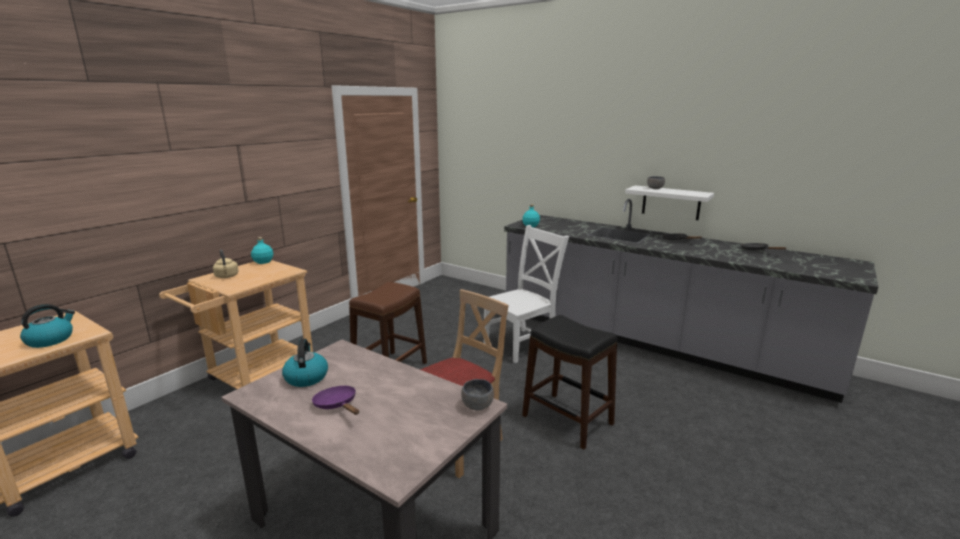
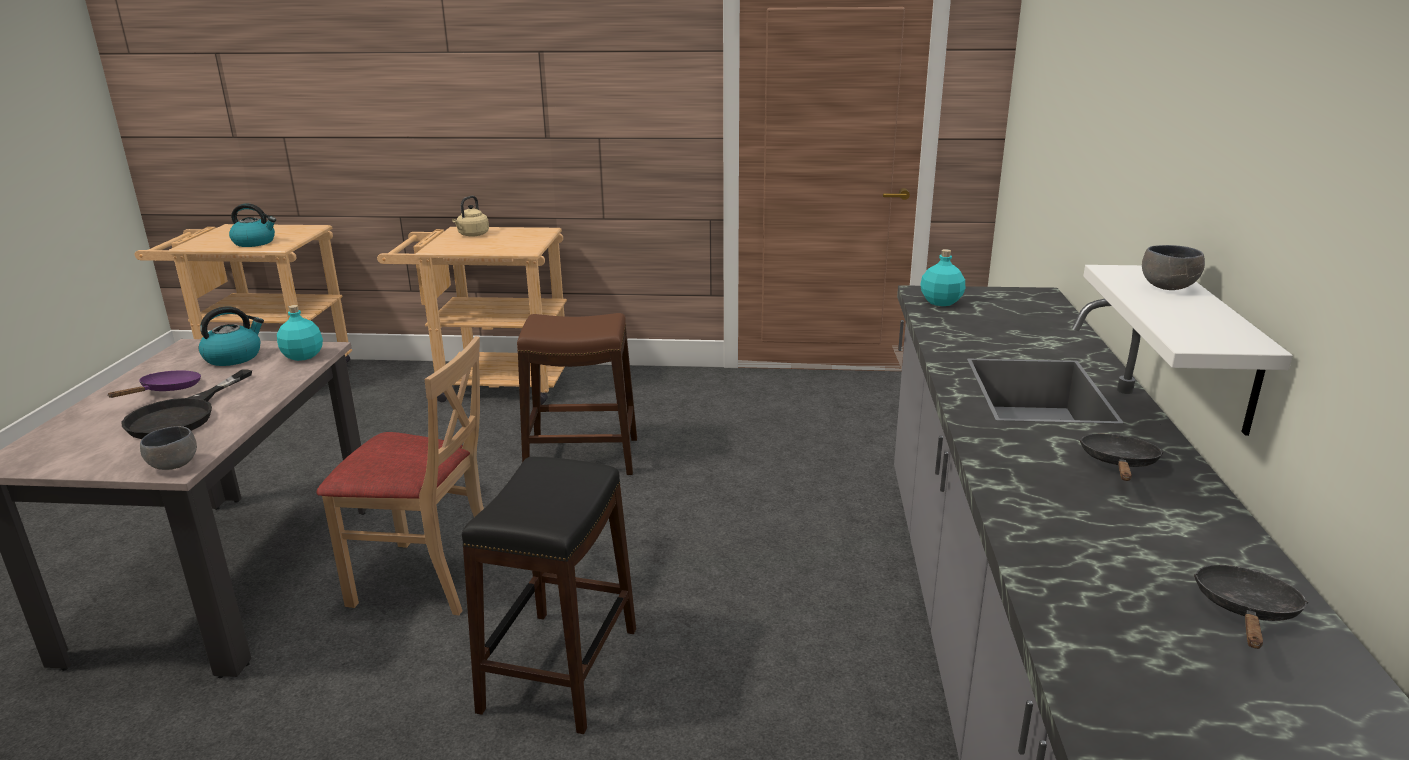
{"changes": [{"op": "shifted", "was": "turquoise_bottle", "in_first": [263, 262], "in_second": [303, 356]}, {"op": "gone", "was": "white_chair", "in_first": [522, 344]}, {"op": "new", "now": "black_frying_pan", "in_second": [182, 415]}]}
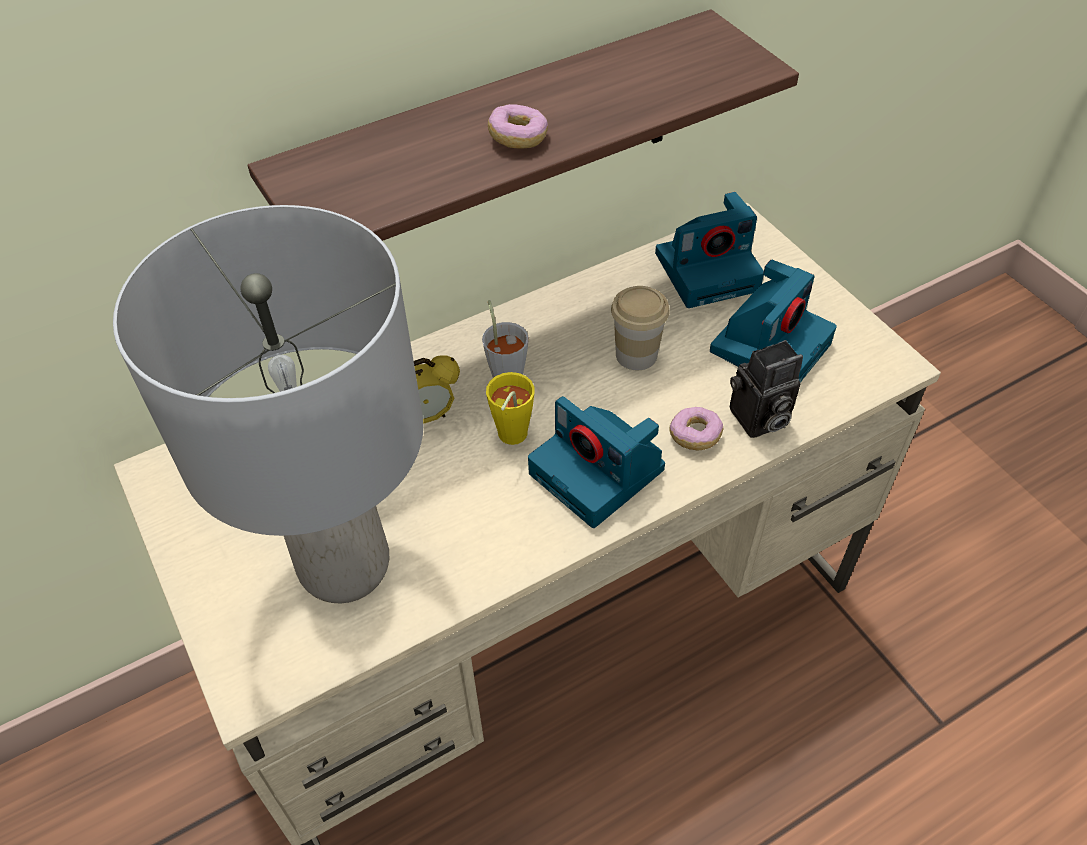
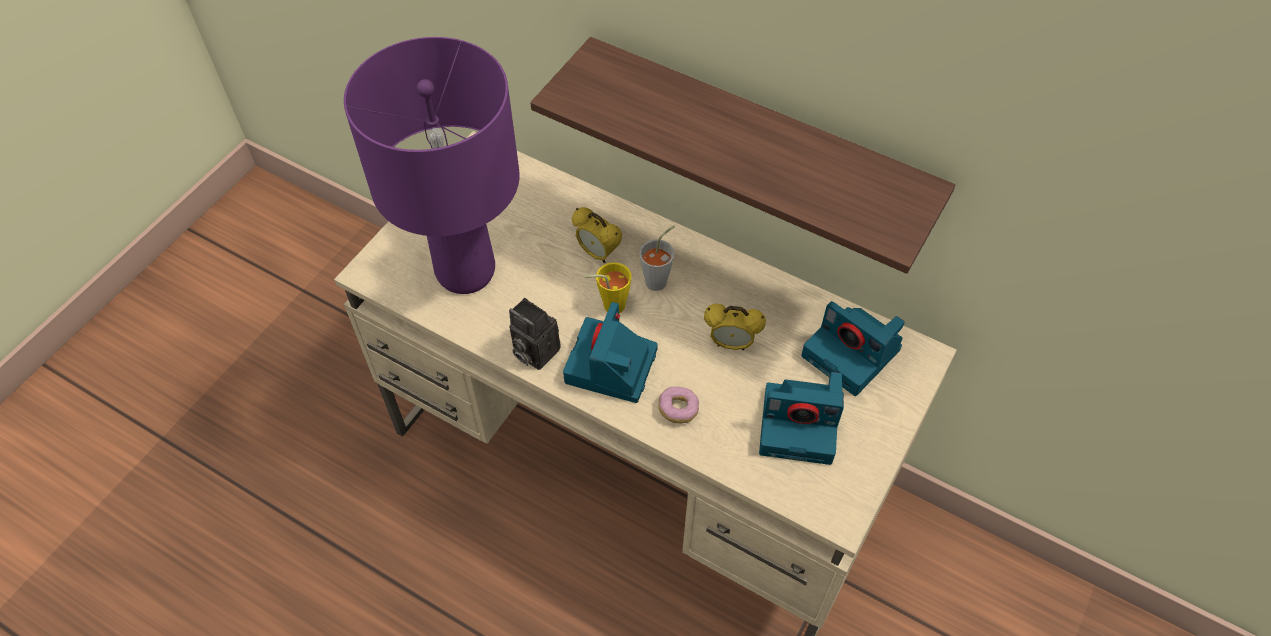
{"changes": [{"op": "repainted", "was": "grey_table_lamp", "now": "purple_table_lamp", "in_first": [345, 564], "in_second": [467, 271]}, {"op": "gone", "was": "donut", "in_first": [518, 138]}, {"op": "swapped", "was": "cup", "now": "alarm_clock", "in_first": [636, 355], "in_second": [731, 344]}, {"op": "shifted", "was": "photo_camera", "in_first": [758, 420], "in_second": [533, 351]}]}
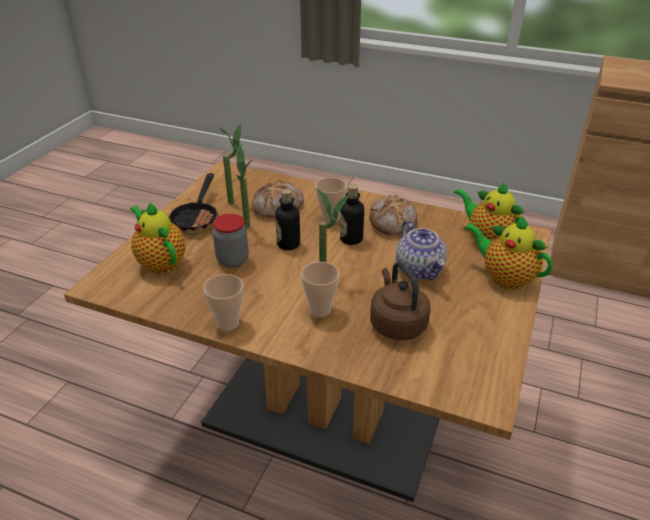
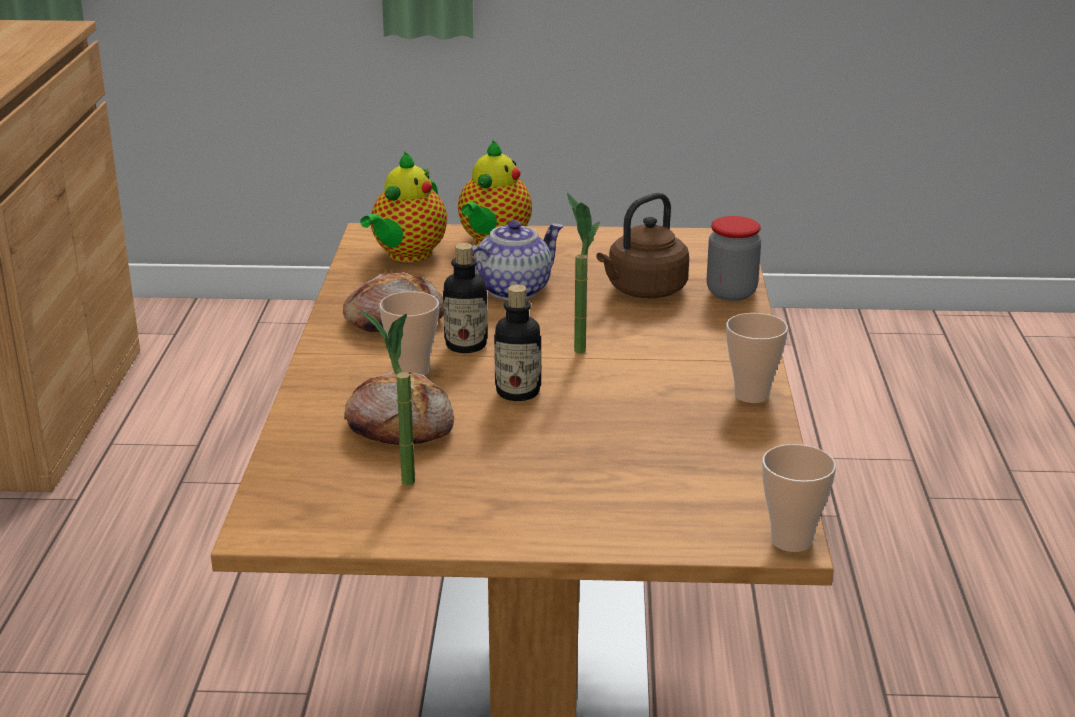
{"changes": [{"op": "gone", "was": "teapot", "in_first": [161, 262]}, {"op": "gone", "was": "frying_pan", "in_first": [197, 219]}, {"op": "shifted", "was": "jar", "in_first": [232, 260], "in_second": [731, 293]}, {"op": "gone", "was": "potted_plant", "in_first": [249, 230]}, {"op": "shifted", "was": "cup", "in_first": [320, 310], "in_second": [791, 541]}]}
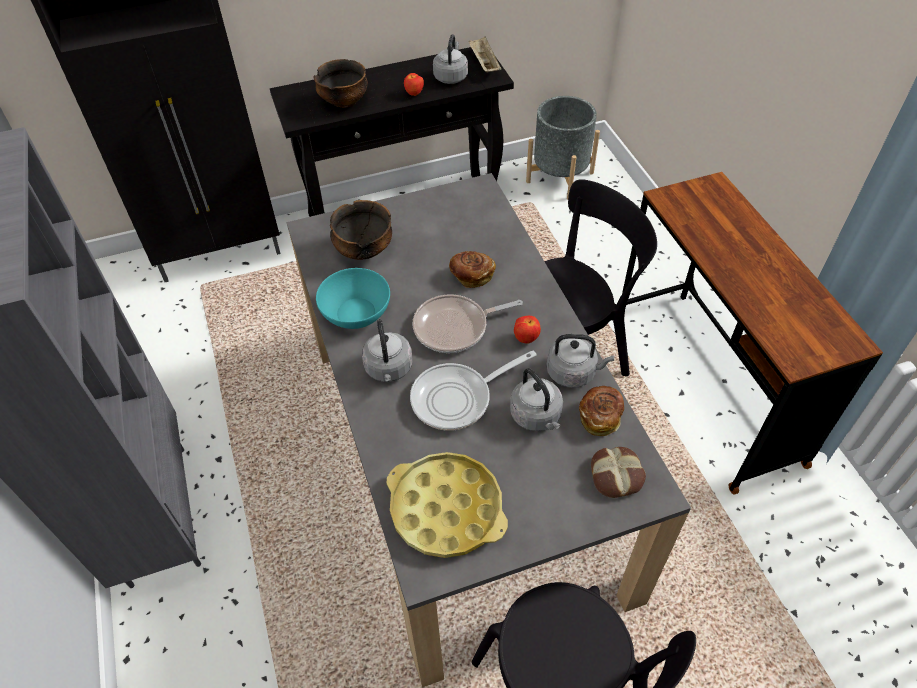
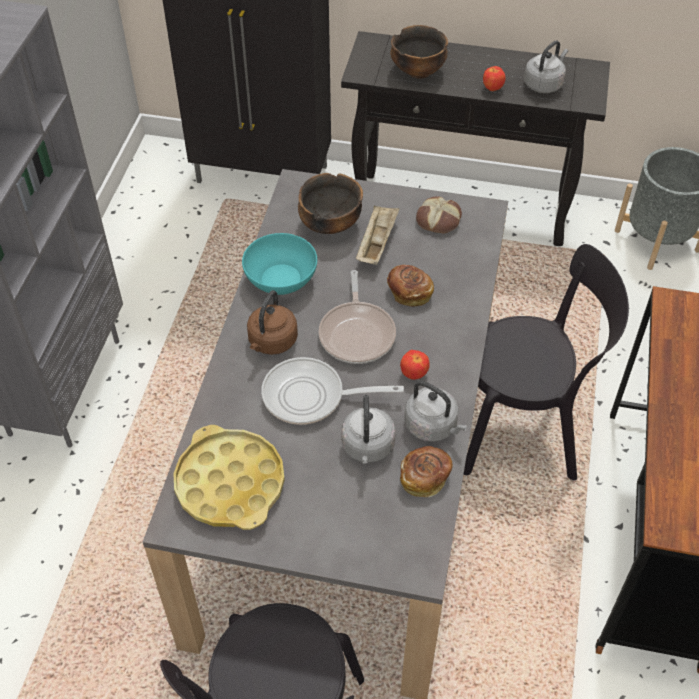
{"changes": [{"op": "repainted", "was": "grey_kettle", "now": "brown_kettle", "in_first": [389, 369], "in_second": [271, 342]}, {"op": "rotated", "was": "frying_pan", "in_first": [455, 327], "in_second": [357, 333], "clockwise": -105}, {"op": "shifted", "was": "beige_tray", "in_first": [484, 64], "in_second": [376, 243]}, {"op": "shifted", "was": "bread", "in_first": [617, 475], "in_second": [439, 220]}]}
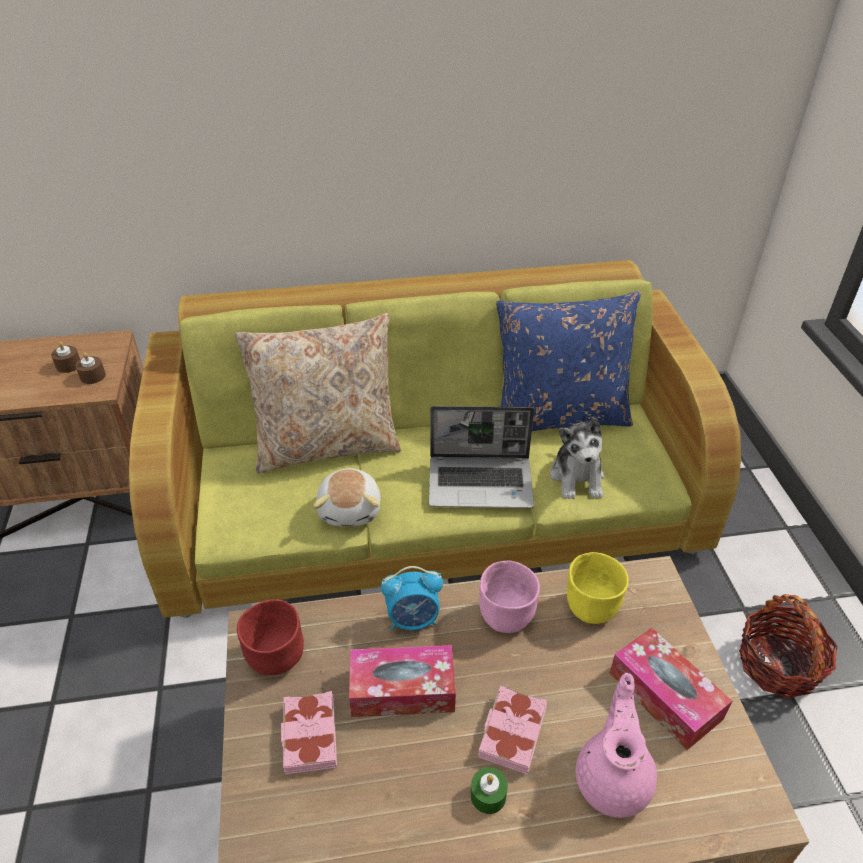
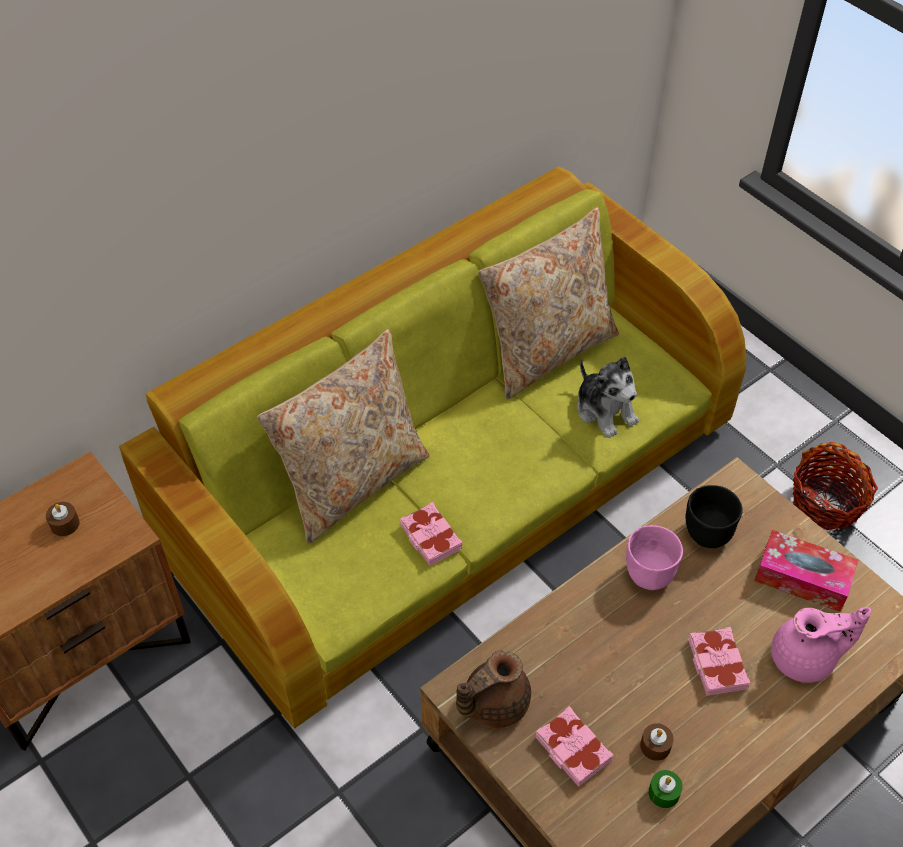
{"changes": [{"op": "shifted", "was": "brown_candle", "in_first": [93, 376], "in_second": [655, 746]}, {"op": "swapped", "was": "red_bowl", "now": "brown_teapot", "in_first": [275, 656], "in_second": [493, 703]}, {"op": "swapped", "was": "plush_toy", "now": "pink_book", "in_first": [351, 509], "in_second": [430, 538]}, {"op": "gone", "was": "tissue_box", "in_first": [402, 690]}, {"op": "gone", "was": "alarm_clock", "in_first": [413, 619]}, {"op": "gone", "was": "laptop", "in_first": [481, 482]}, {"op": "shifted", "was": "green_candle", "in_first": [488, 795], "in_second": [663, 793]}, {"op": "repainted", "was": "blue_pillow", "now": "beige_pillow", "in_first": [559, 416], "in_second": [547, 350]}, {"op": "repainted", "was": "yellow_bowl", "now": "black_bowl", "in_first": [590, 607], "in_second": [706, 533]}, {"op": "rotated", "was": "pink_teapot", "in_first": [613, 778], "in_second": [805, 658], "clockwise": 105}]}
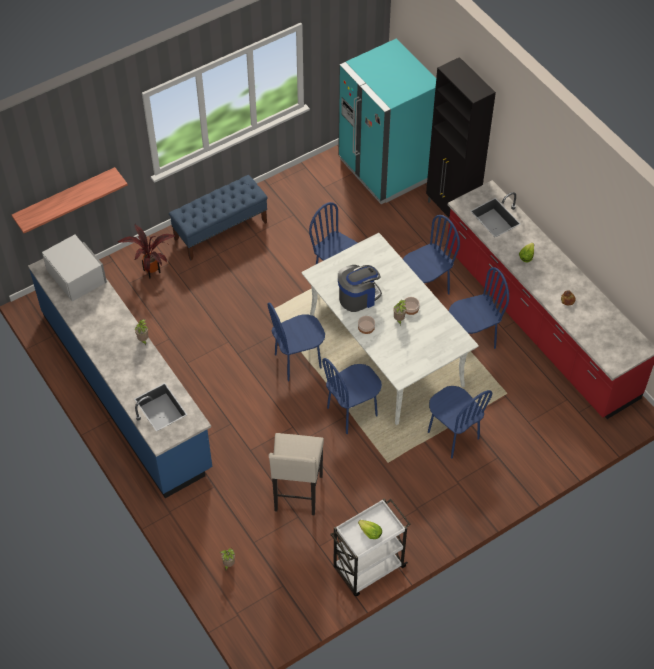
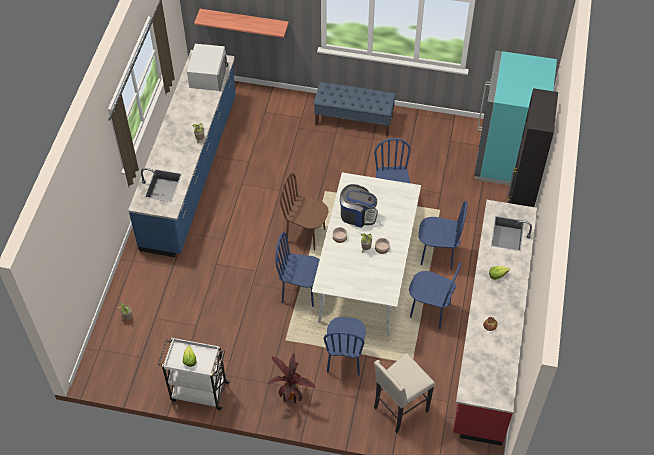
{"changes": [{"op": "shifted", "was": "potted_plant", "in_first": [152, 270], "in_second": [292, 395]}, {"op": "repainted", "was": "blue_chair", "now": "brown_chair", "in_first": [298, 361], "in_second": [305, 235]}, {"op": "shifted", "was": "beige_stool", "in_first": [297, 494], "in_second": [399, 410]}]}
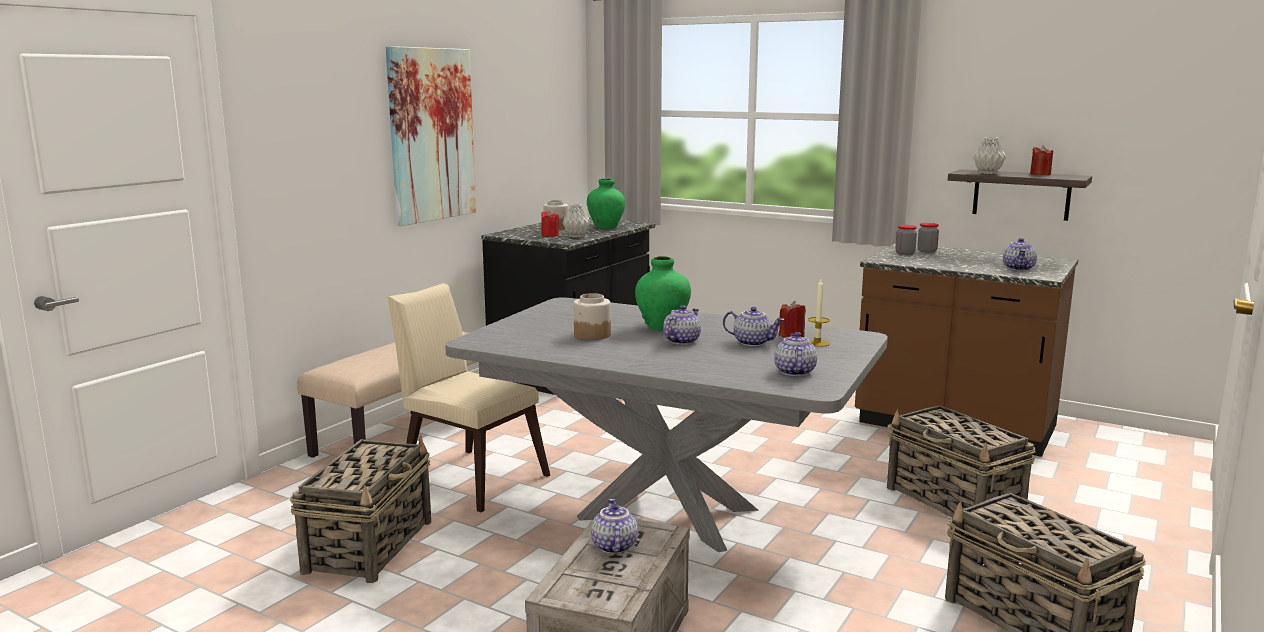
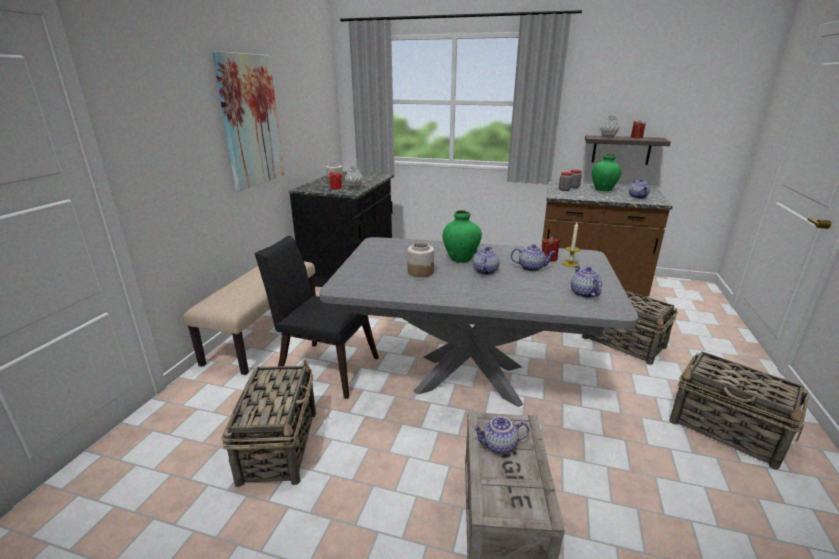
{"changes": [{"op": "repainted", "was": "beige_chair", "now": "black_chair", "in_first": [468, 476], "in_second": [323, 367]}, {"op": "shifted", "was": "green_vase", "in_first": [606, 227], "in_second": [603, 190]}, {"op": "rotated", "was": "teapot", "in_first": [613, 546], "in_second": [499, 446], "clockwise": -75}]}
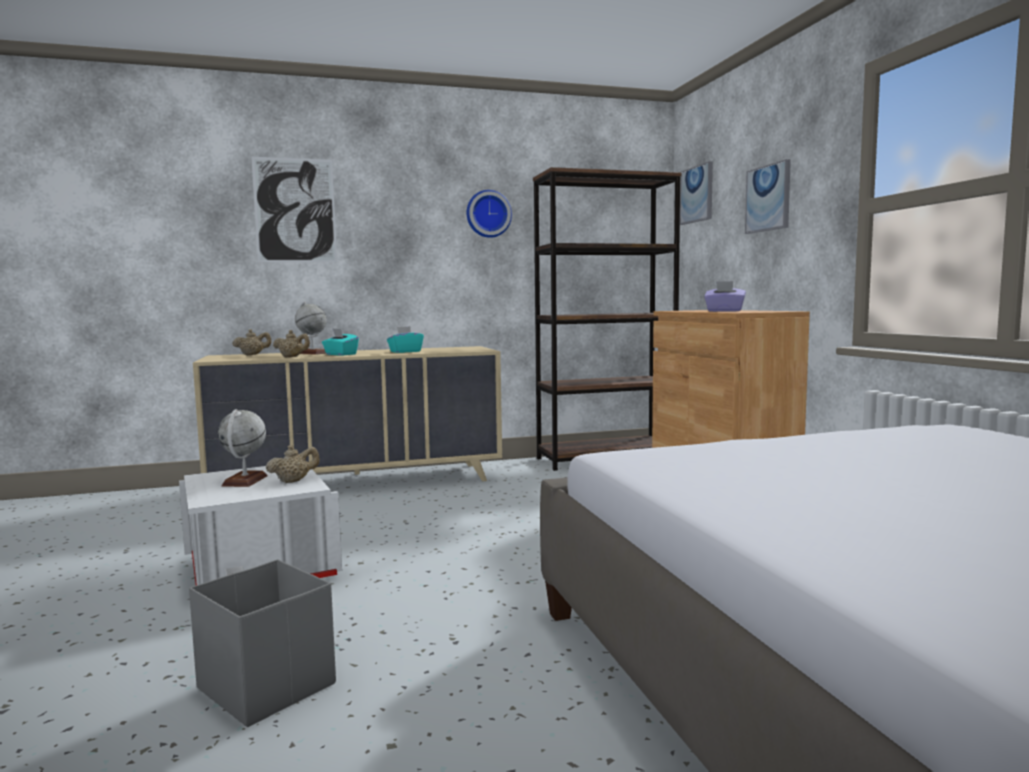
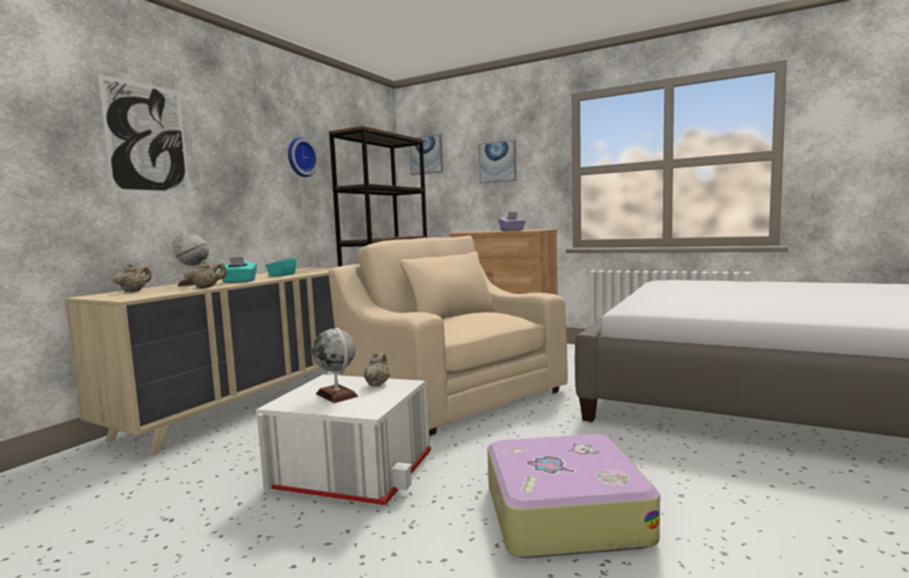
{"changes": [{"op": "swapped", "was": "grey_storage_box", "now": "suitcase", "in_first": [266, 685], "in_second": [563, 512]}, {"op": "new", "now": "beige_armchair", "in_second": [451, 393]}]}
